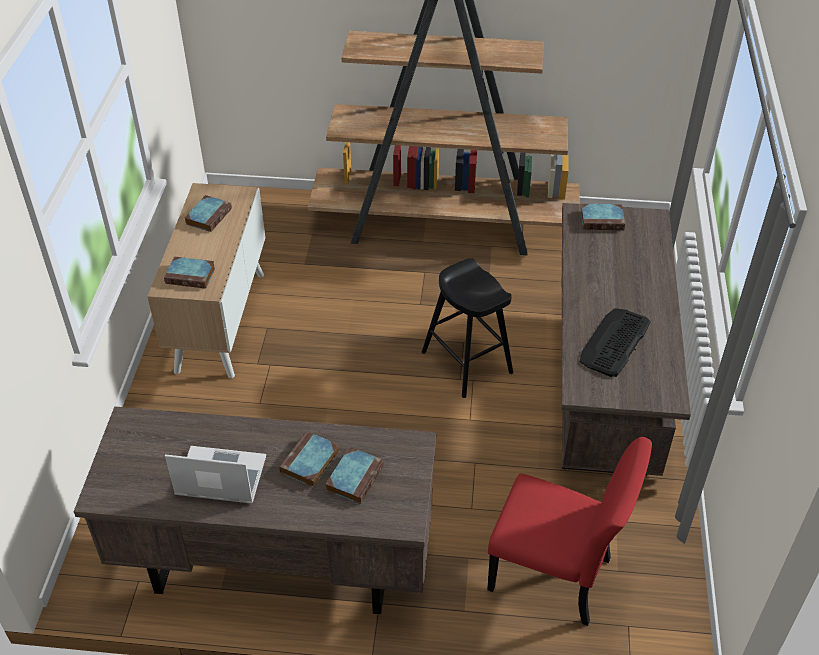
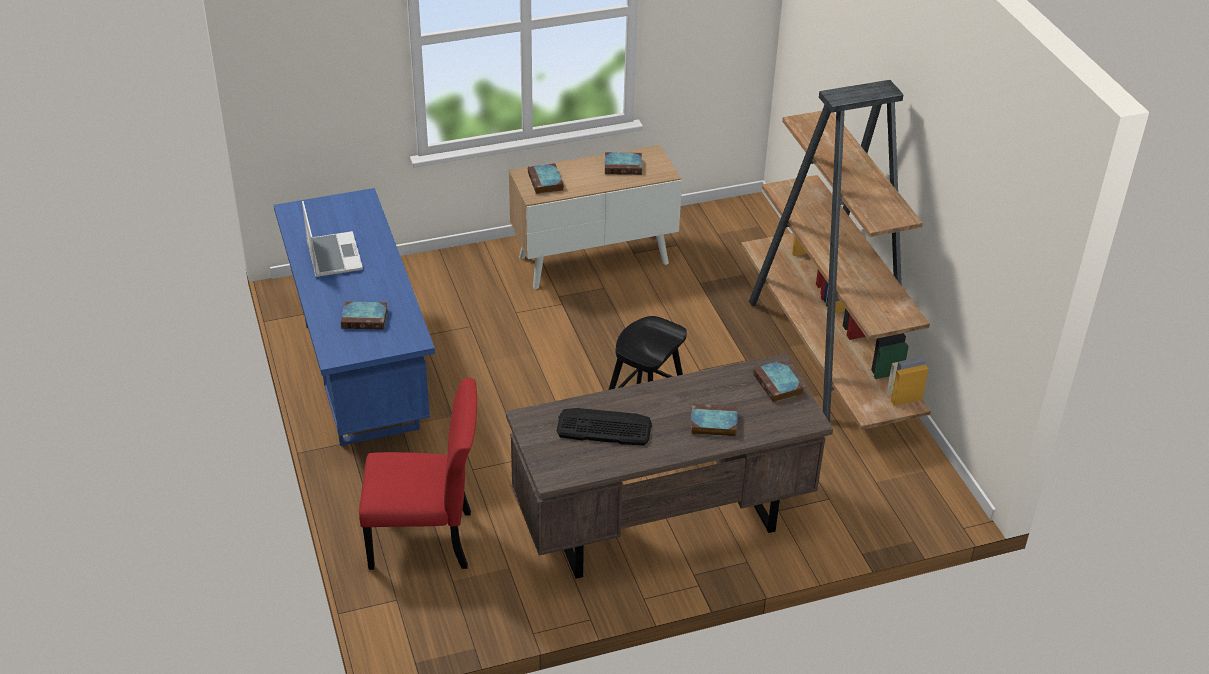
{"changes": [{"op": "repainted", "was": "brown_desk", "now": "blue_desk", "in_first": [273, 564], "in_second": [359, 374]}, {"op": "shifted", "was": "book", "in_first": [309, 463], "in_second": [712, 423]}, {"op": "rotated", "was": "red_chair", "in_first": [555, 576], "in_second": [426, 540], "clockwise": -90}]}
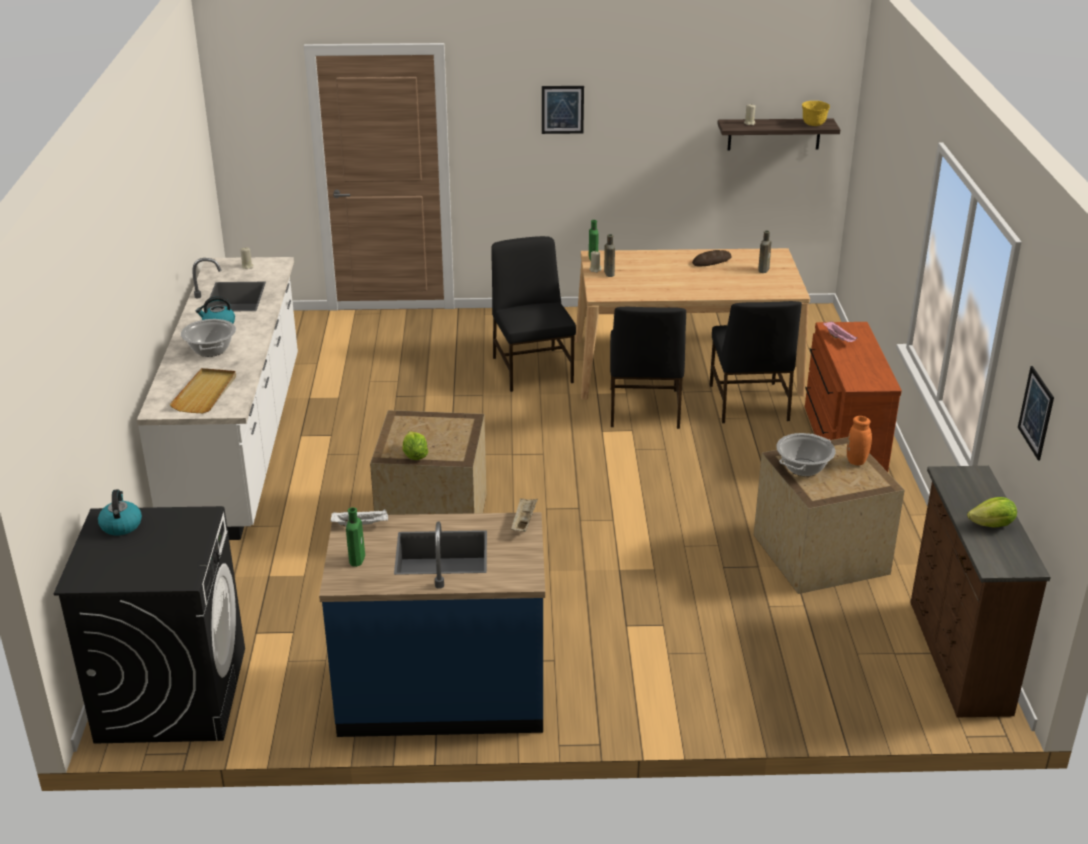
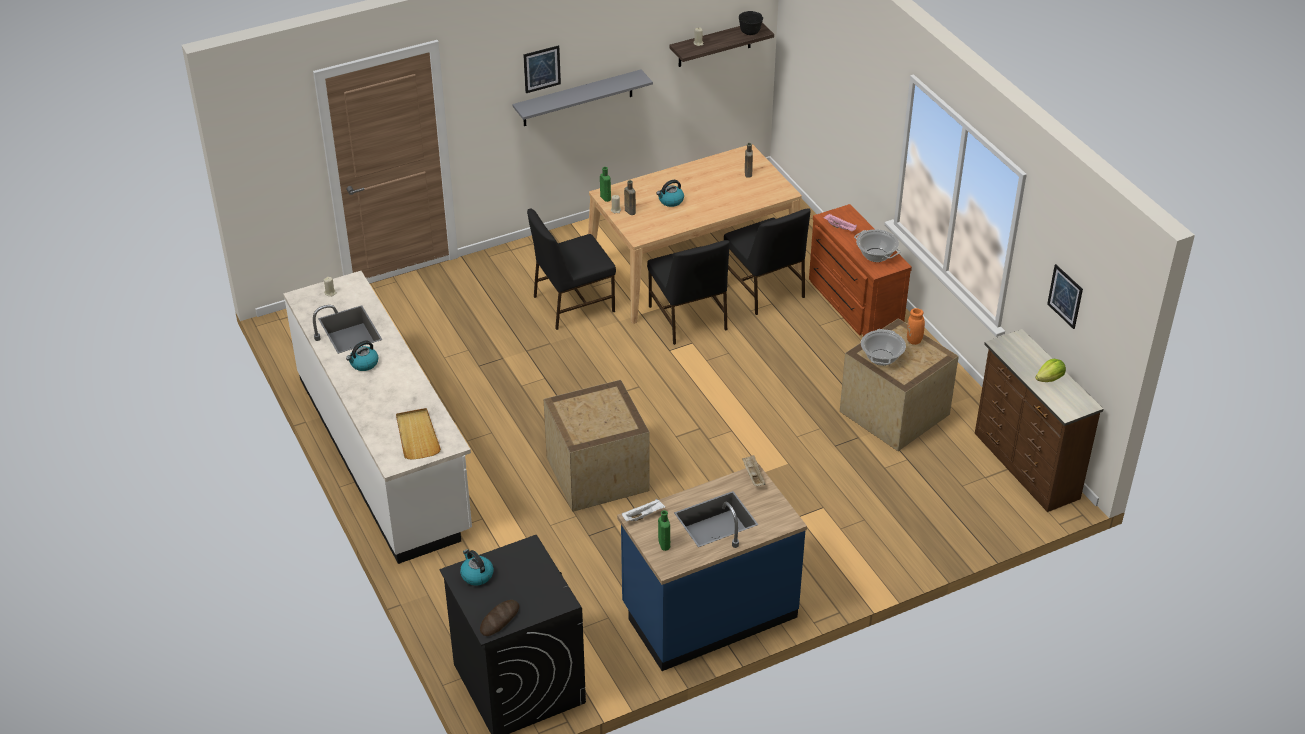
{"changes": [{"op": "shifted", "was": "cooking_pot", "in_first": [210, 350], "in_second": [875, 255]}, {"op": "gone", "was": "lettuce", "in_first": [414, 456]}, {"op": "rotated", "was": "black_chair", "in_first": [533, 369], "in_second": [572, 304], "clockwise": -75}, {"op": "shifted", "was": "bread", "in_first": [711, 261], "in_second": [499, 620]}, {"op": "repainted", "was": "yellow_bowl", "now": "black_bowl", "in_first": [814, 124], "in_second": [750, 32]}, {"op": "new", "now": "grey_shelf", "in_second": [578, 98]}, {"op": "new", "now": "kettle", "in_second": [670, 201]}]}
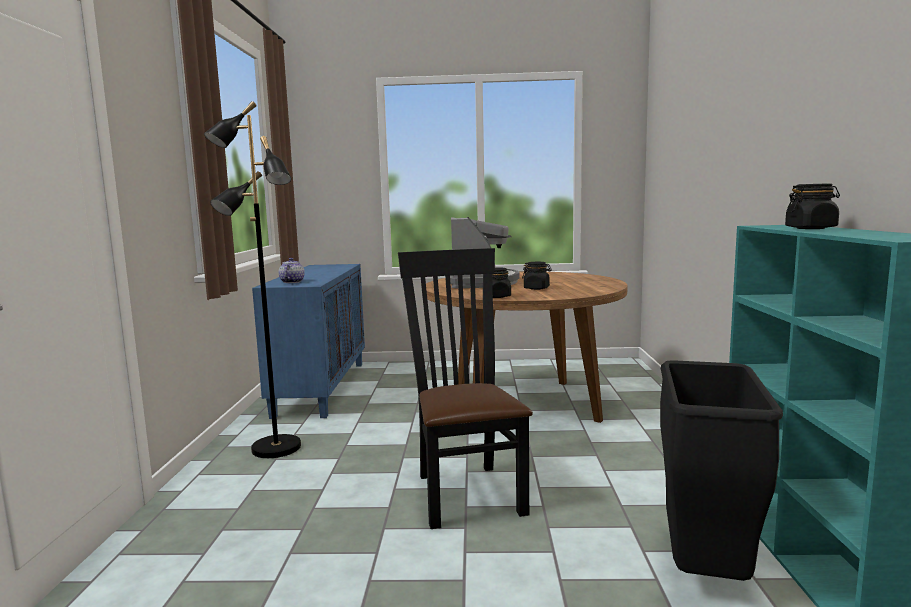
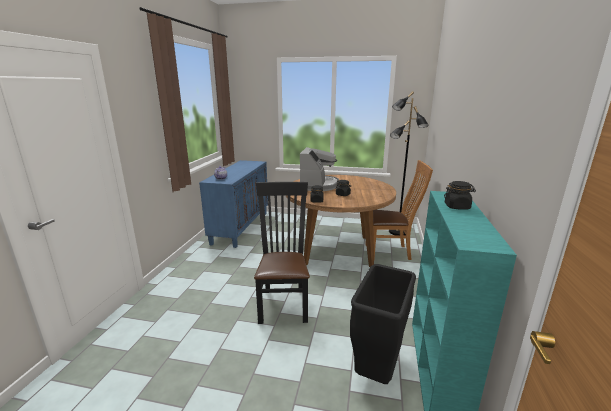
{"changes": [{"op": "shifted", "was": "black_floor_lamp", "in_first": [275, 449], "in_second": [398, 232]}, {"op": "new", "now": "brown_chair", "in_second": [390, 252]}]}
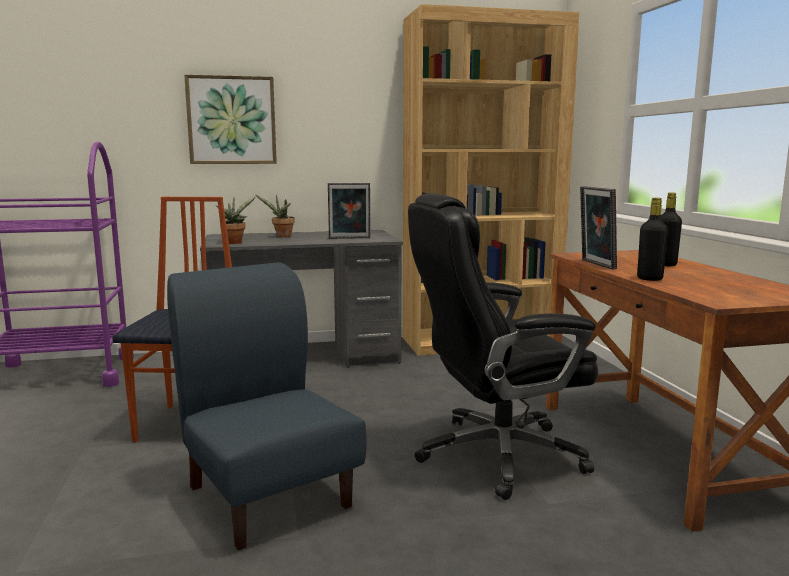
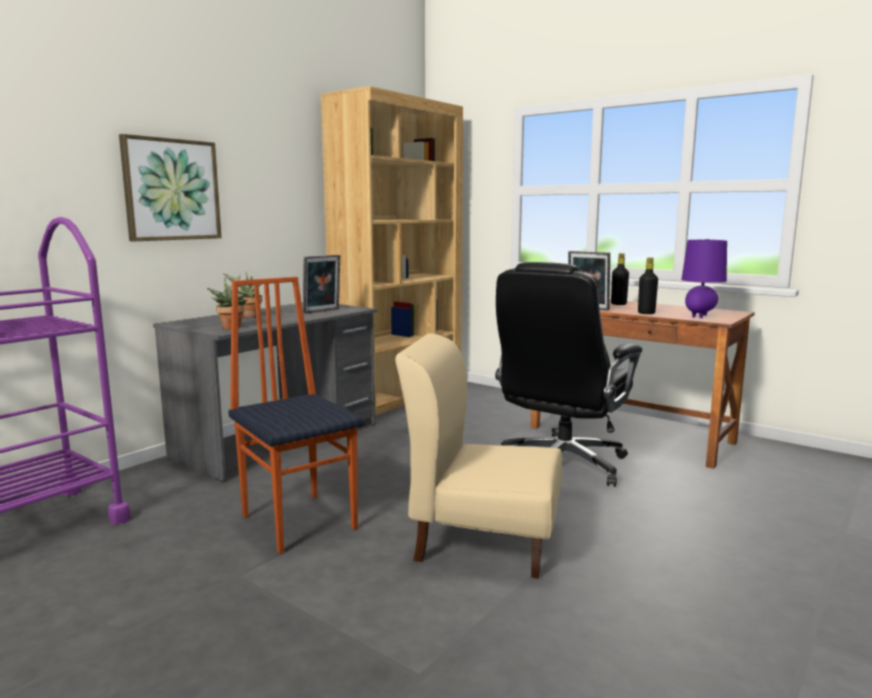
{"changes": [{"op": "repainted", "was": "blue_chair", "now": "beige_chair", "in_first": [269, 495], "in_second": [482, 541]}, {"op": "new", "now": "purple_table_lamp", "in_second": [700, 316]}]}
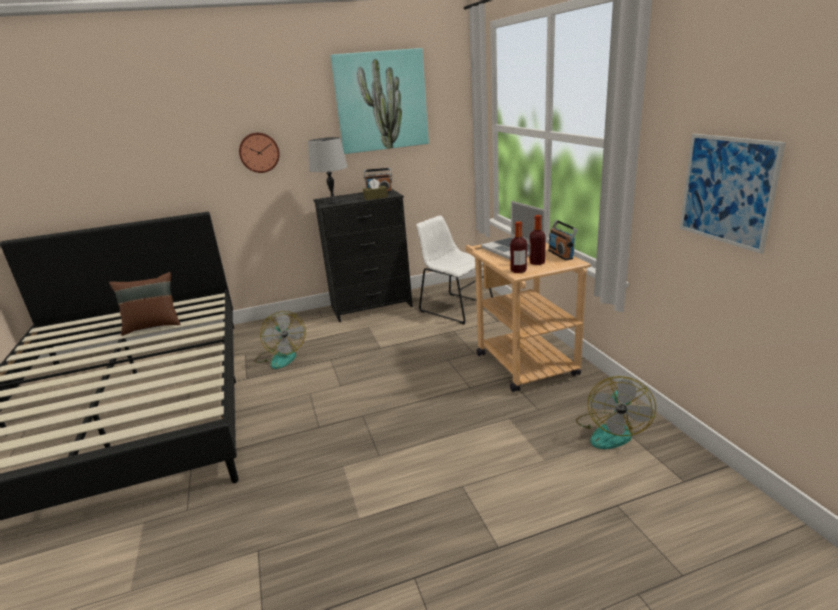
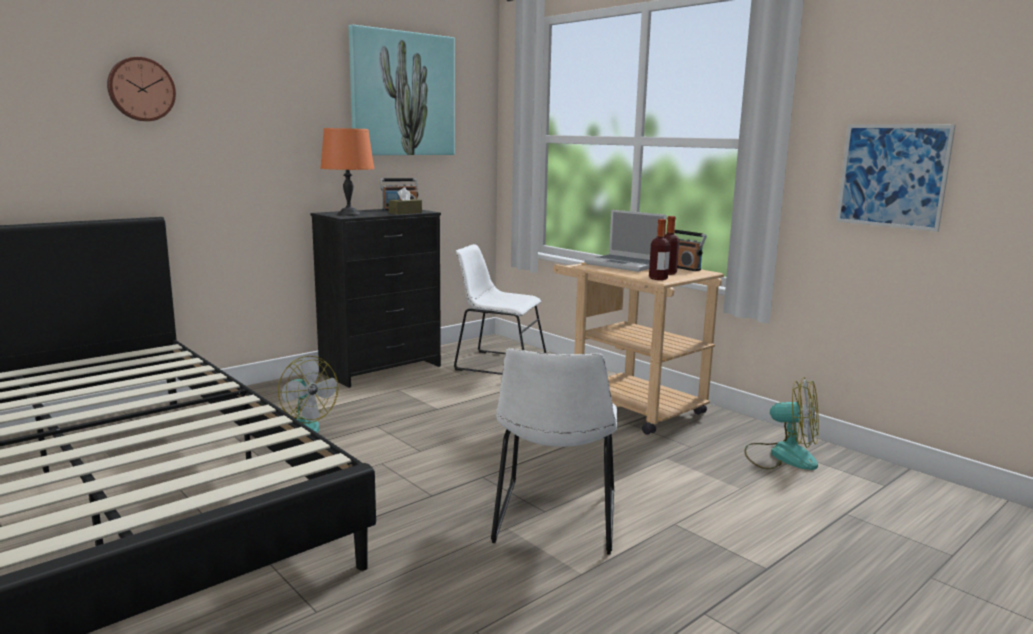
{"changes": [{"op": "gone", "was": "brown_pillow", "in_first": [153, 326]}, {"op": "shifted", "was": "wall_clock", "in_first": [259, 152], "in_second": [141, 89]}, {"op": "repainted", "was": "grey_table_lamp", "now": "orange_table_lamp", "in_first": [333, 202], "in_second": [349, 215]}, {"op": "rotated", "was": "fan", "in_first": [610, 431], "in_second": [781, 456], "clockwise": -60}, {"op": "new", "now": "white_chair", "in_second": [555, 520]}]}
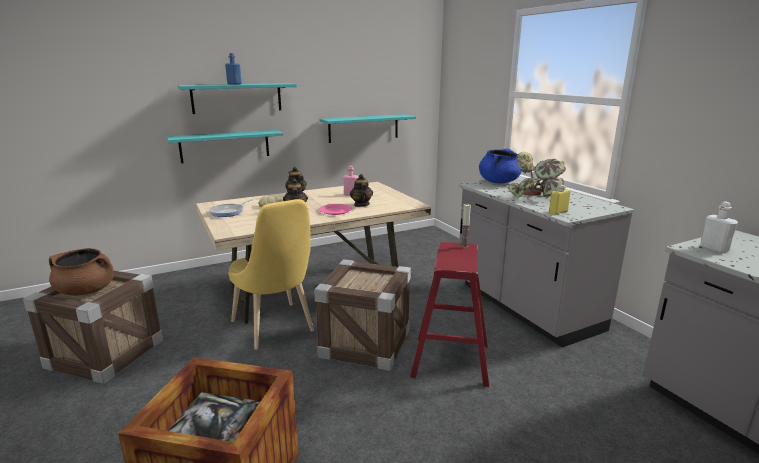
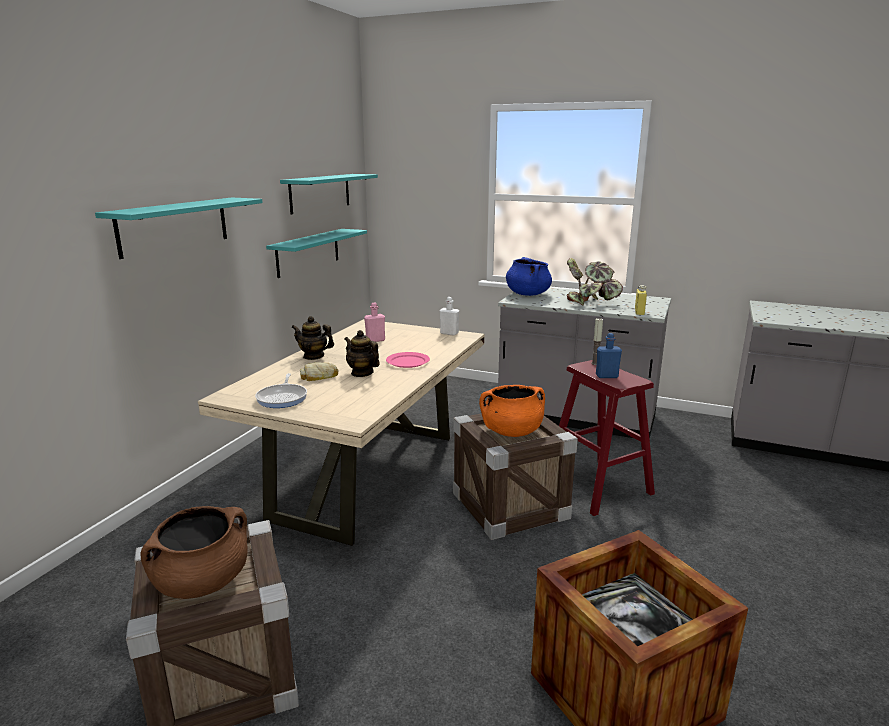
{"changes": [{"op": "shifted", "was": "turquoise_shelf", "in_first": [225, 146], "in_second": [320, 193]}, {"op": "shifted", "was": "blue_bottle", "in_first": [234, 84], "in_second": [606, 376]}, {"op": "gone", "was": "yellow_chair", "in_first": [275, 329]}, {"op": "gone", "was": "teapot", "in_first": [361, 205]}, {"op": "shifted", "was": "white_bottle", "in_first": [714, 249], "in_second": [449, 333]}, {"op": "new", "now": "orange_cooking_pot", "in_second": [511, 432]}]}
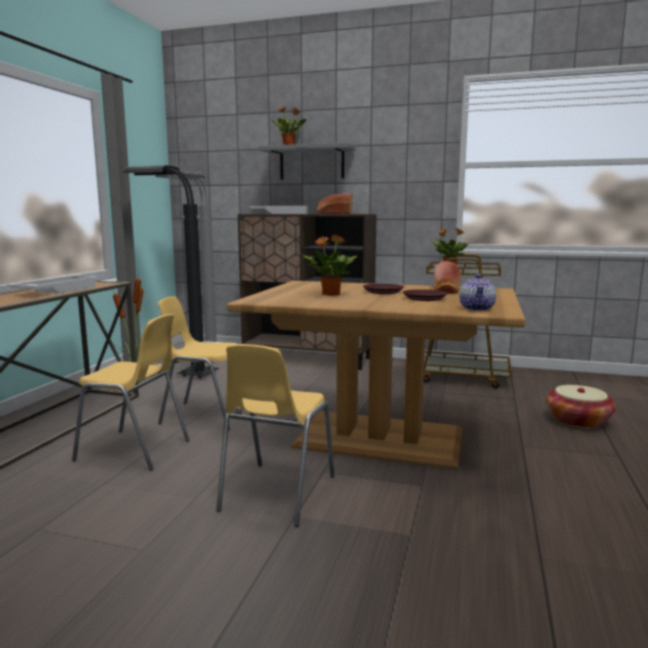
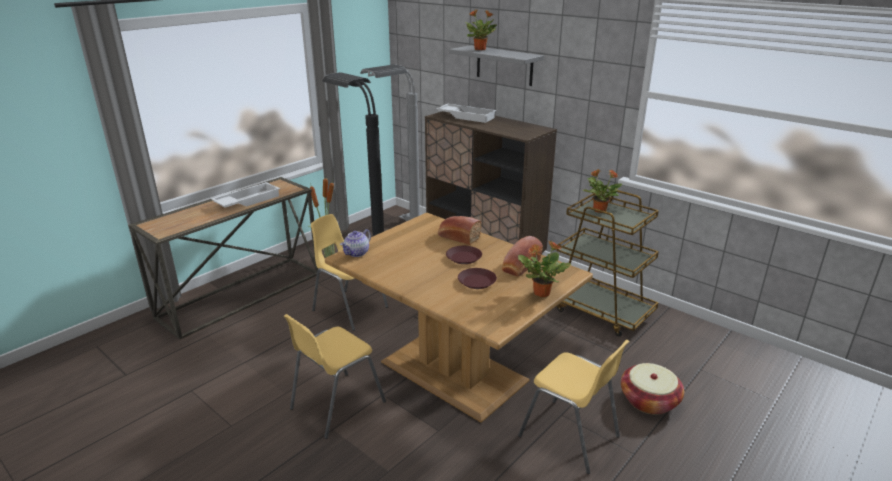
{"changes": [{"op": "shifted", "was": "yellow_chair", "in_first": [134, 450], "in_second": [570, 436]}, {"op": "shifted", "was": "potted_plant", "in_first": [330, 294], "in_second": [541, 293]}, {"op": "shifted", "was": "bread", "in_first": [334, 213], "in_second": [457, 237]}, {"op": "shifted", "was": "teapot", "in_first": [477, 308], "in_second": [357, 253]}]}
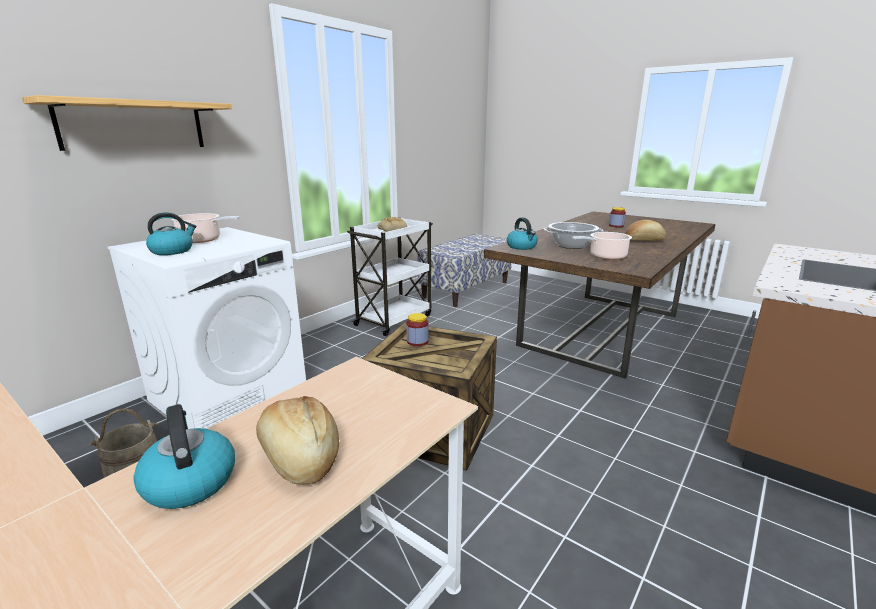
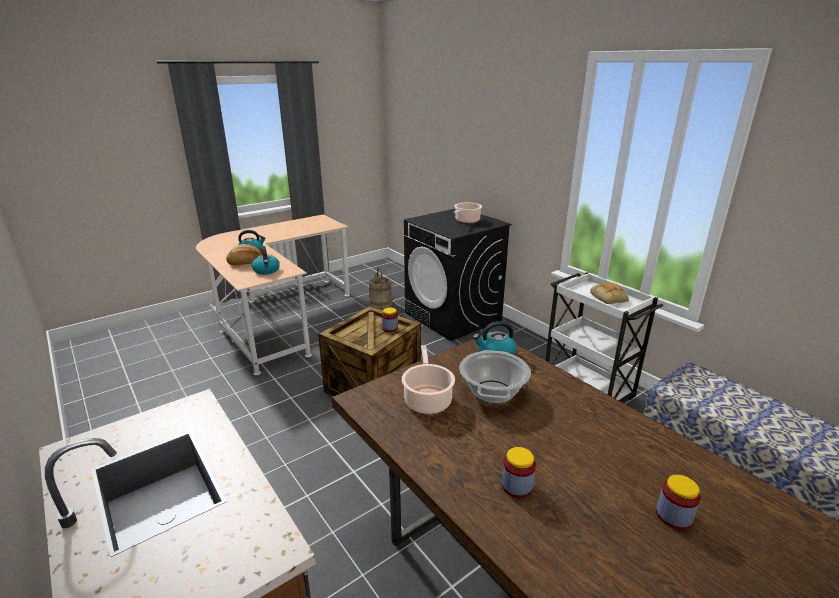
{"changes": [{"op": "gone", "was": "shelf", "in_first": [133, 125]}, {"op": "repainted", "was": "white_washing_machine", "now": "black_washing_machine", "in_first": [229, 394], "in_second": [453, 317]}, {"op": "shifted", "was": "kettle", "in_first": [172, 251], "in_second": [266, 270]}, {"op": "swapped", "was": "bread", "now": "jar", "in_first": [643, 240], "in_second": [517, 486]}]}
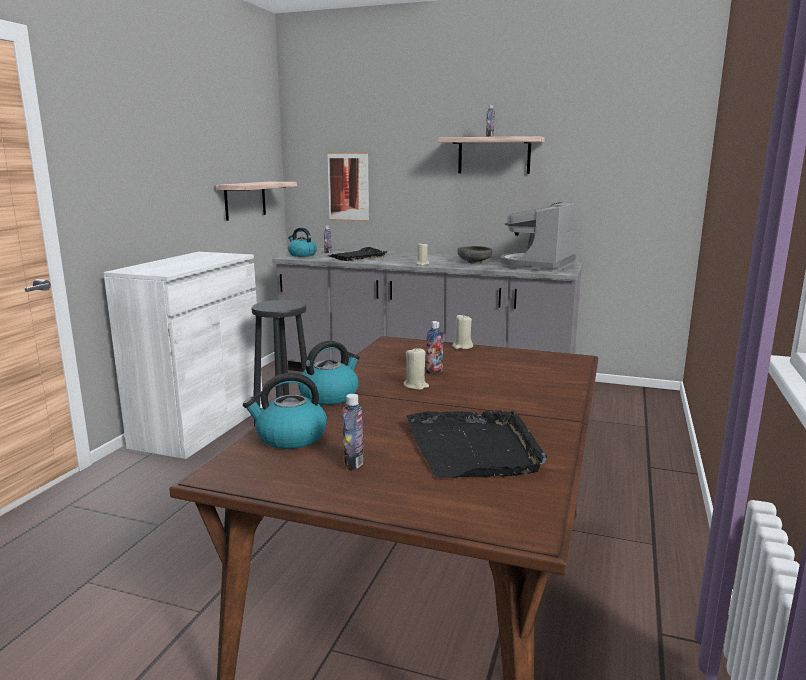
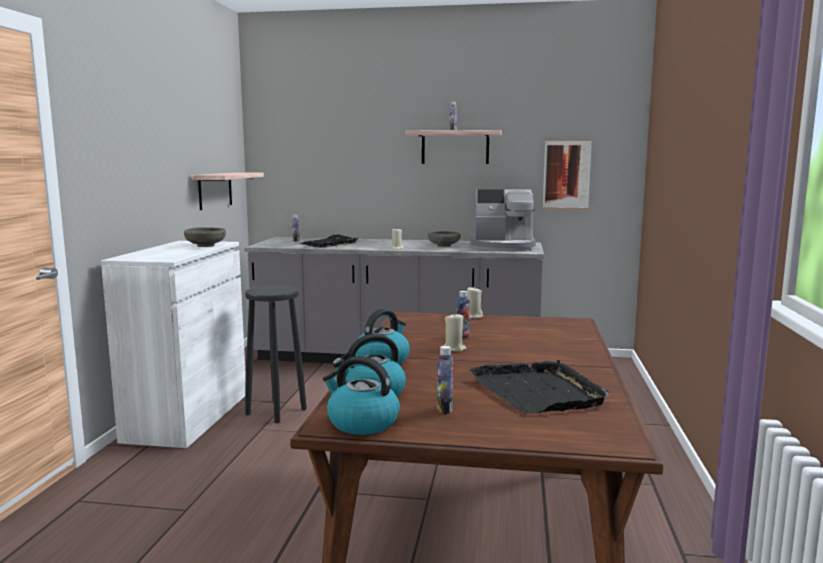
{"changes": [{"op": "shifted", "was": "kettle", "in_first": [301, 255], "in_second": [361, 423]}, {"op": "shifted", "was": "picture", "in_first": [348, 187], "in_second": [566, 174]}, {"op": "rotated", "was": "coffee_machine", "in_first": [537, 265], "in_second": [503, 247], "clockwise": -105}, {"op": "new", "now": "grey_bowl", "in_second": [206, 246]}]}
